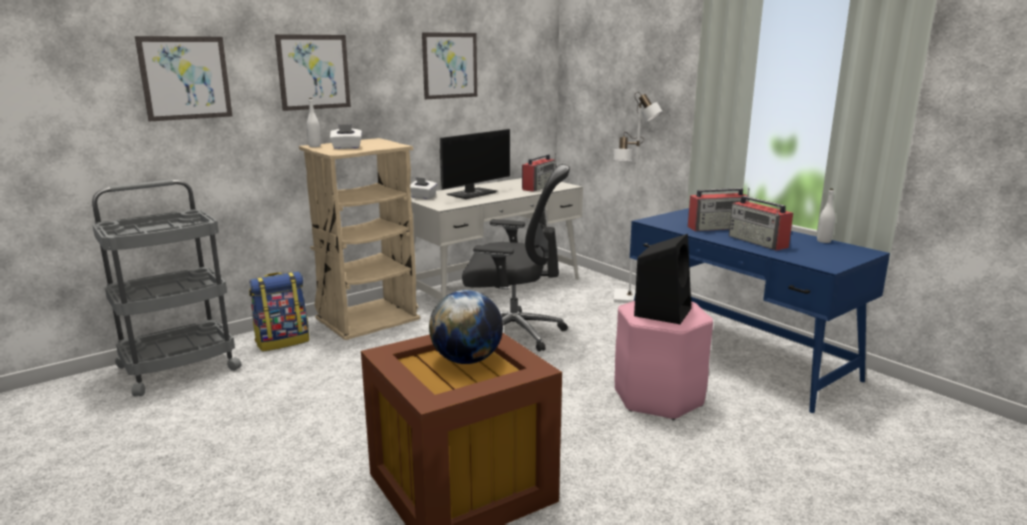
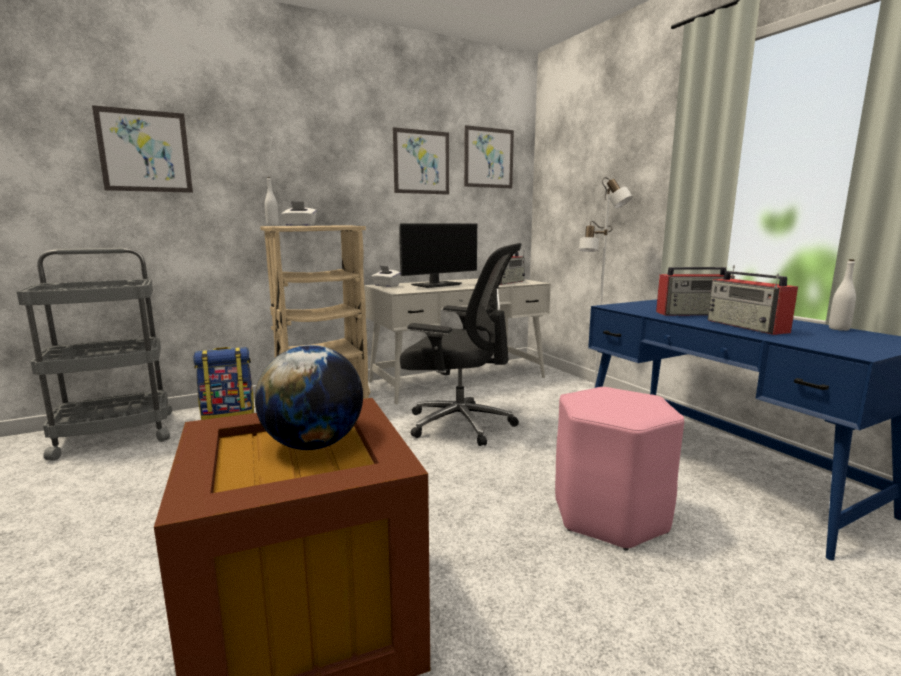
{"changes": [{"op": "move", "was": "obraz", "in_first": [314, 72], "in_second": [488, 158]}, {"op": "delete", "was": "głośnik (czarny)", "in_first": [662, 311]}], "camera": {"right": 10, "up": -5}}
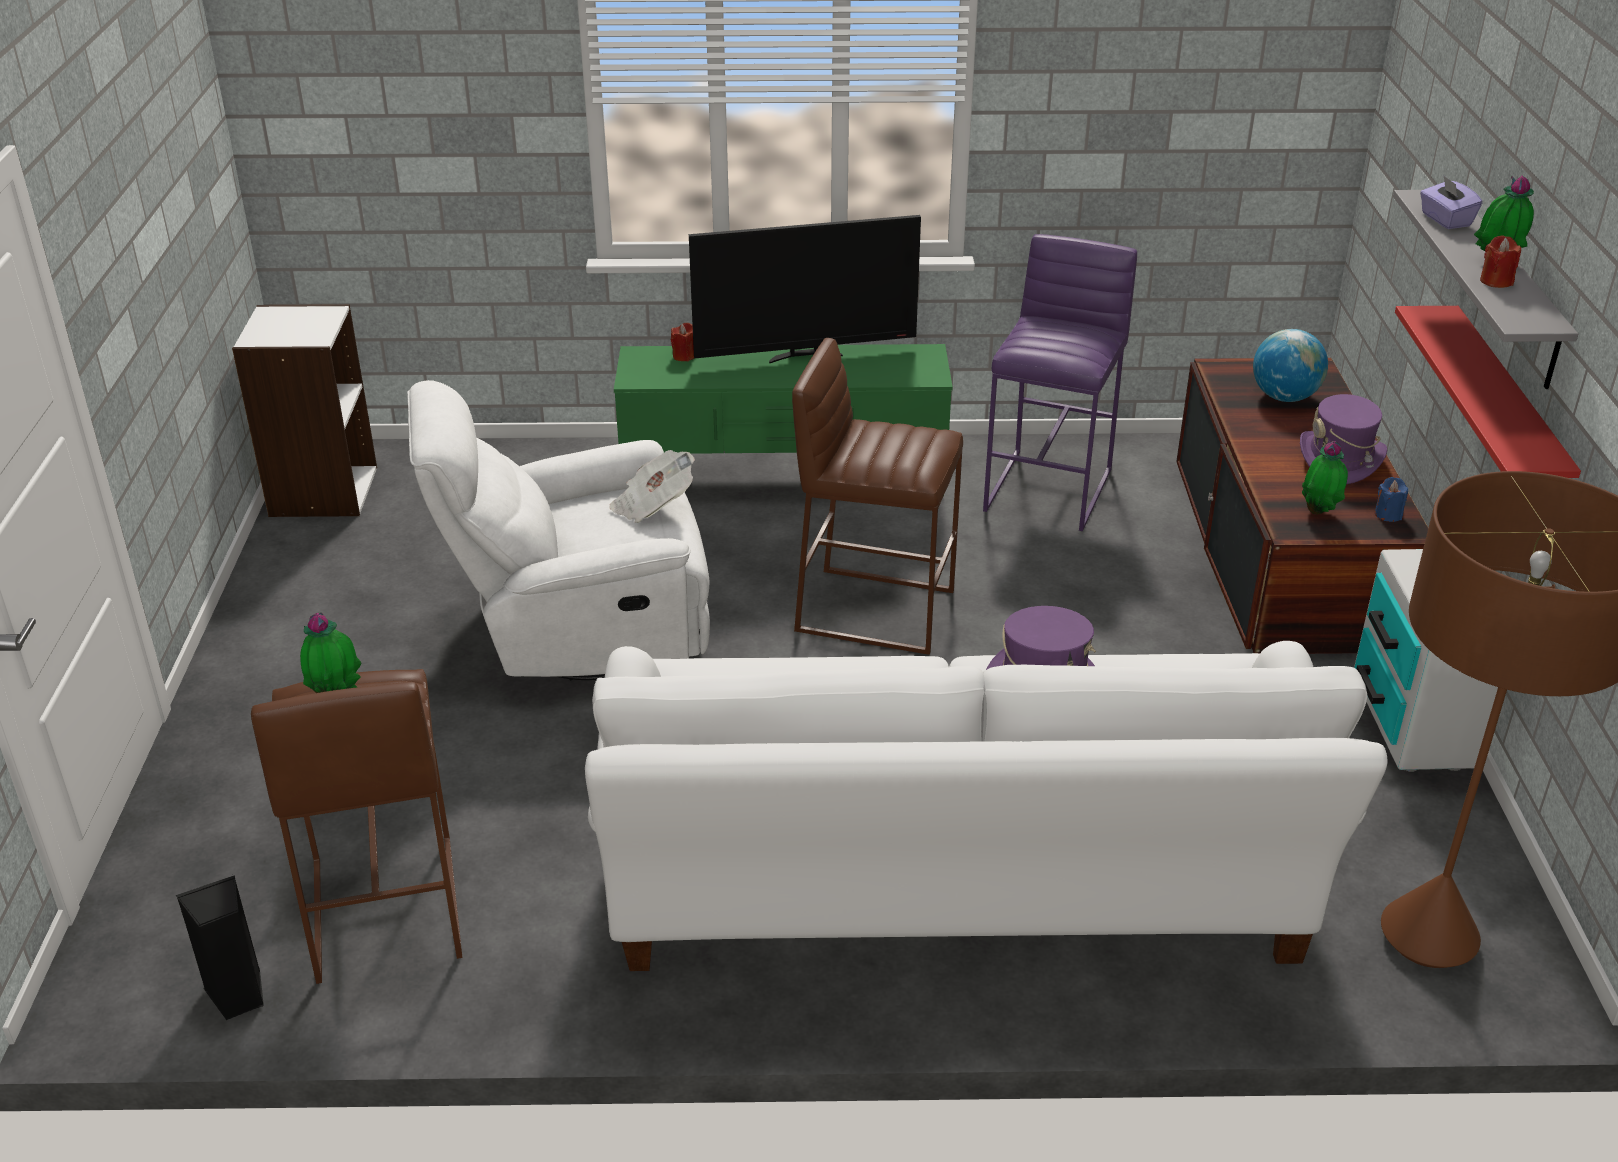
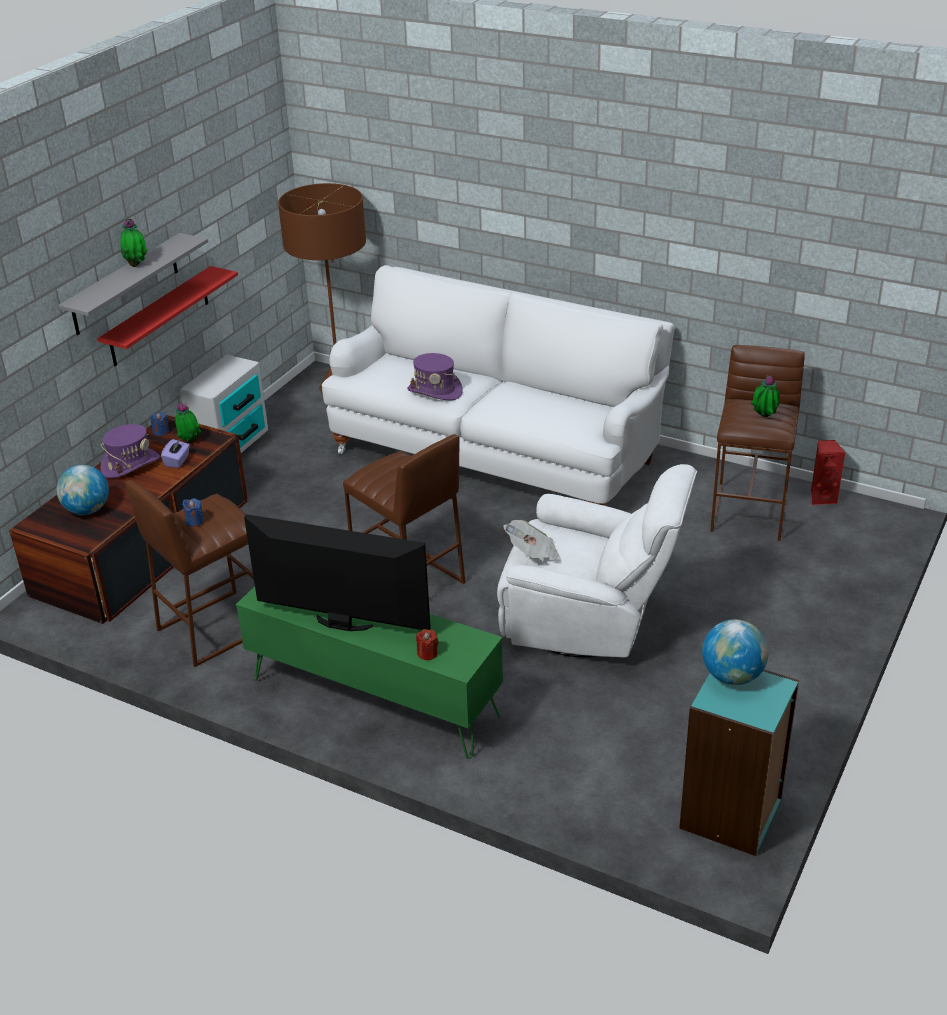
{"changes": [{"op": "recolor", "was": "stołek (fioletowy)", "now": "stołek (brązowy)", "in_first": [1050, 489], "in_second": [214, 628]}, {"op": "move", "was": "pudełko chusteczek (fioletowy)", "in_first": [1445, 220], "in_second": [177, 461]}, {"op": "insert", "now": "świeca (niebieski)", "in_second": [195, 521]}, {"op": "recolor", "was": "regał (biały)", "now": "regał (turkusowy)", "in_first": [322, 491], "in_second": [732, 814]}, {"op": "insert", "now": "globus", "in_second": [732, 676]}, {"op": "recolor", "was": "głośnik (czarny)", "now": "głośnik (czerwony)", "in_first": [237, 995], "in_second": [822, 498]}, {"op": "delete", "was": "świeca (czerwony)", "in_first": [1496, 281]}], "camera": {"right": -150, "up": 0}}
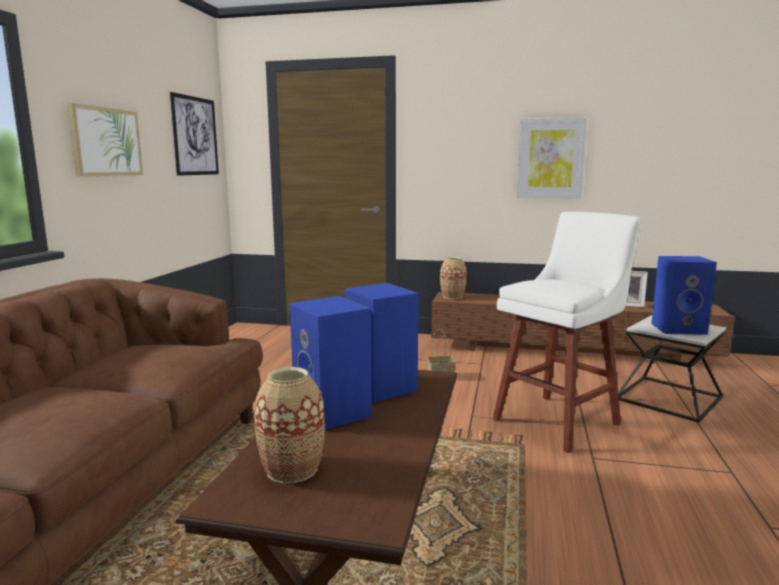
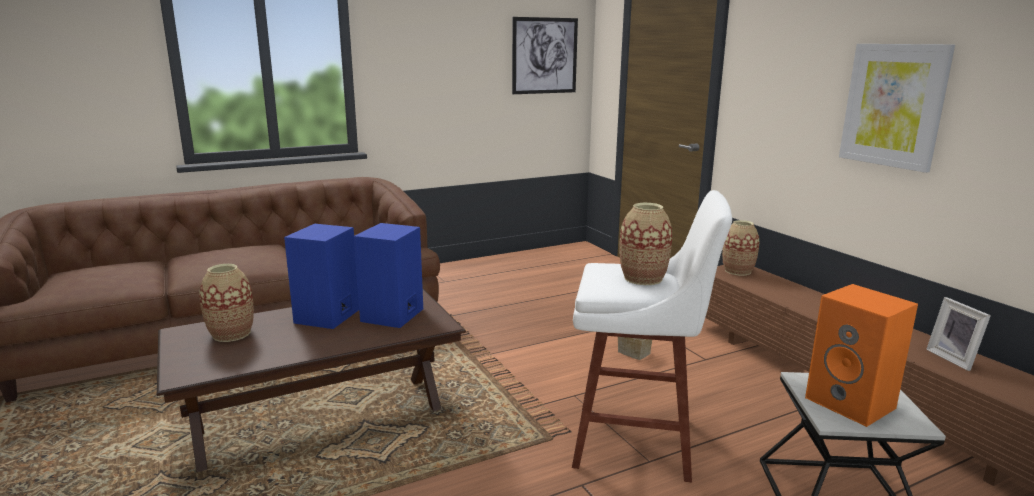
{"changes": [{"op": "insert", "now": "wazon", "in_second": [643, 278]}, {"op": "recolor", "was": "głośnik (niebieski)", "now": "głośnik (pomarańczowy)", "in_first": [679, 328], "in_second": [852, 403]}, {"op": "delete", "was": "obraz", "in_first": [106, 142]}], "camera": {"right": 50, "up": 5}}
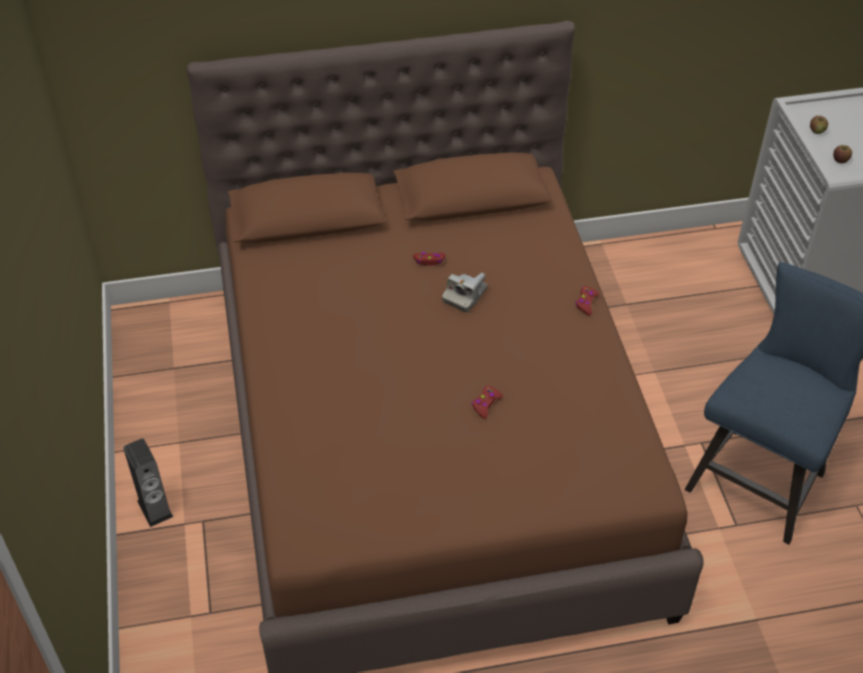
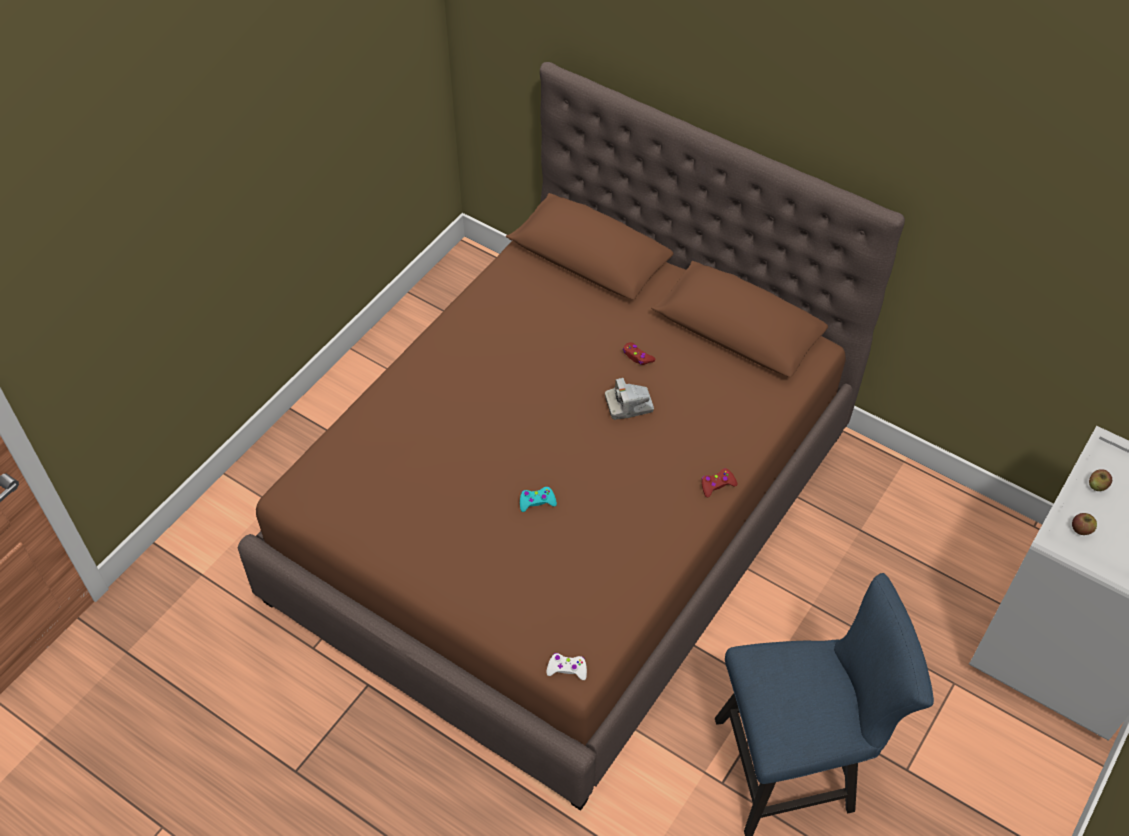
{"changes": [{"op": "recolor", "was": "pad do gier (czerwony)", "now": "pad do gier (turkusowy)", "in_first": [486, 404], "in_second": [537, 501]}, {"op": "insert", "now": "pad do gier (biały)", "in_second": [567, 669]}, {"op": "delete", "was": "głośnik", "in_first": [155, 508]}], "camera": {"right": 45, "up": 5}}
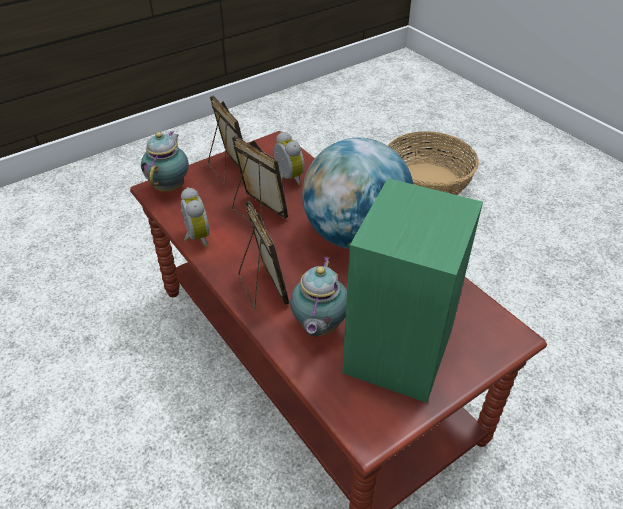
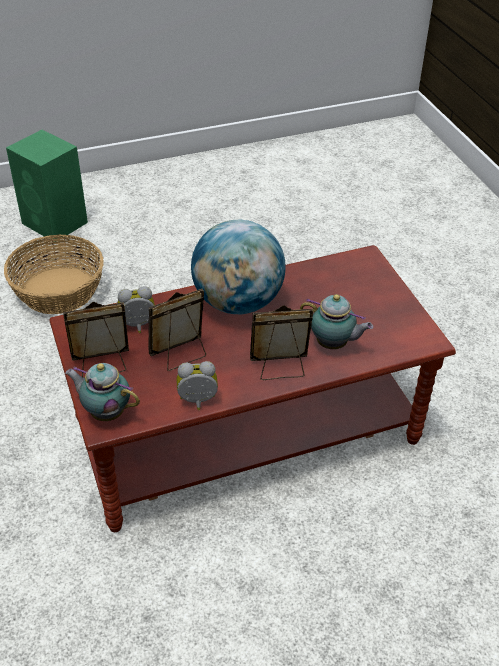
{"changes": [{"op": "move", "was": "głośnik (zielony)", "in_first": [397, 353], "in_second": [56, 223]}], "camera": {"right": -75, "up": 0}}
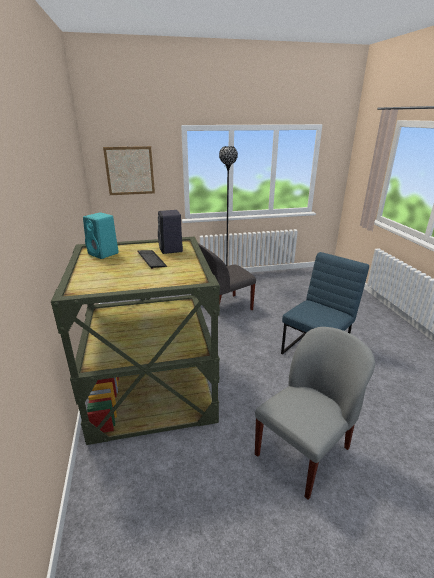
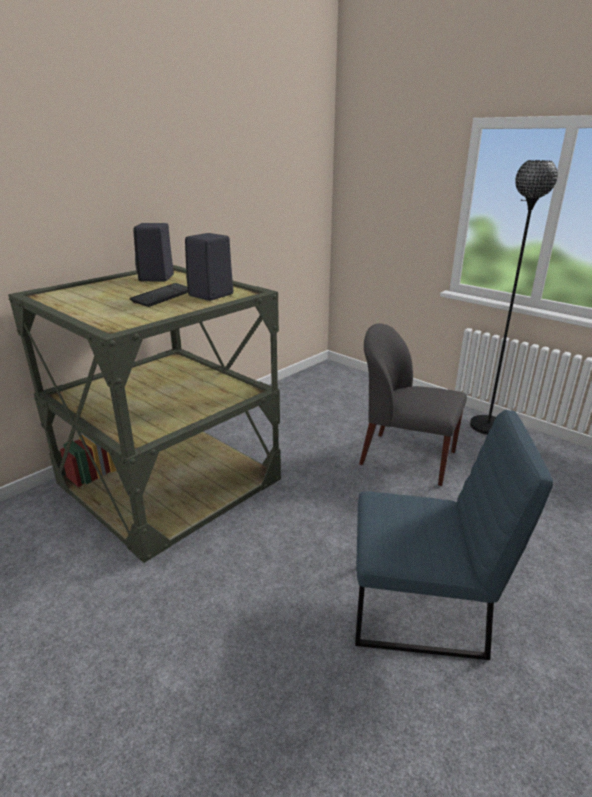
{"changes": [{"op": "recolor", "was": "głośnik (turkusowy)", "now": "głośnik (czarny)", "in_first": [104, 254], "in_second": [156, 278]}, {"op": "delete", "was": "obraz", "in_first": [130, 170]}, {"op": "delete", "was": "krzesło (szary)", "in_first": [304, 450]}], "camera": {"right": 55, "up": 0}}
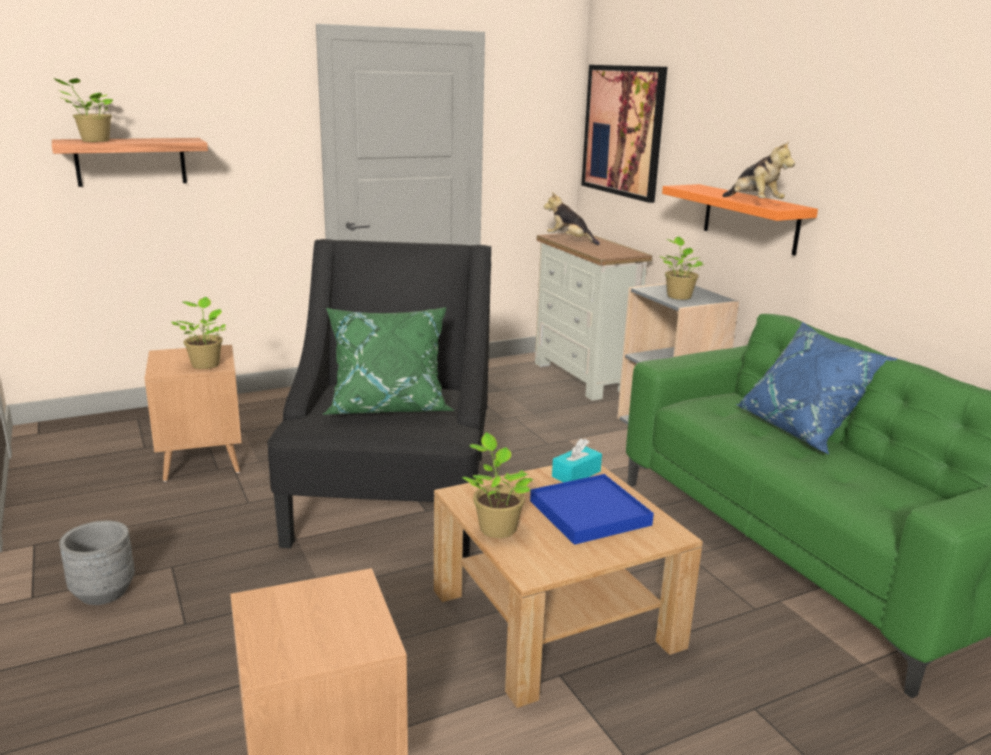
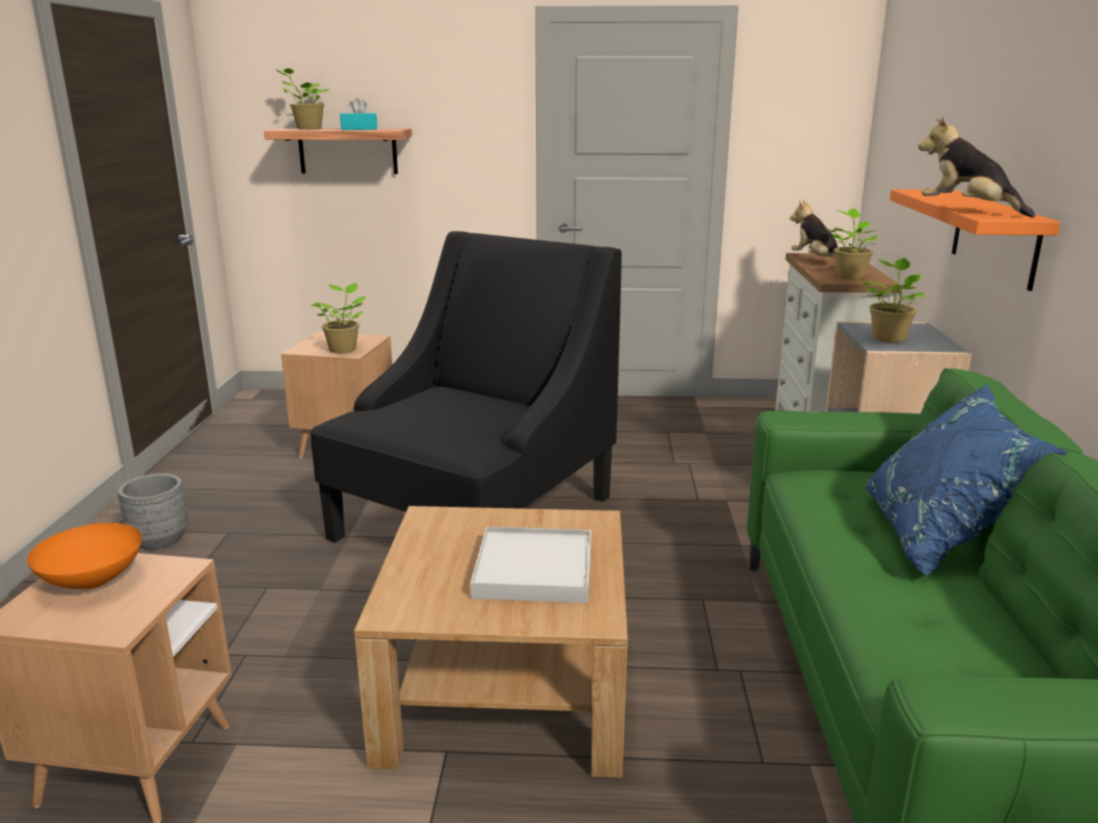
{"changes": [{"op": "insert", "now": "miska (pomarańczowy)", "in_second": [90, 581]}, {"op": "move", "was": "pudełko chusteczek (turkusowy)", "in_first": [576, 474], "in_second": [359, 129]}, {"op": "recolor", "was": "taca (niebieski)", "now": "taca (biały)", "in_first": [589, 513], "in_second": [534, 570]}, {"op": "move", "was": "roślina doniczkowa", "in_first": [496, 527], "in_second": [849, 276]}, {"op": "rotate", "was": "pluszak", "in_first": [753, 203], "in_second": [967, 211], "clockwise": 135}, {"op": "delete", "was": "poduszka (zielony)", "in_first": [388, 406]}, {"op": "delete", "was": "obraz", "in_first": [623, 131]}], "camera": {"right": 30, "up": 0}}
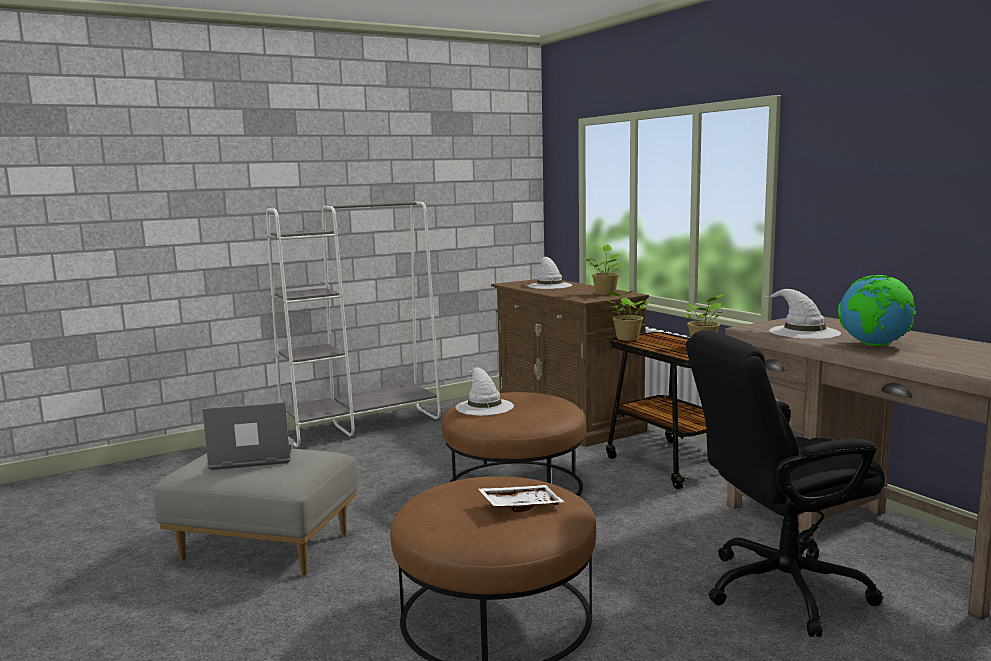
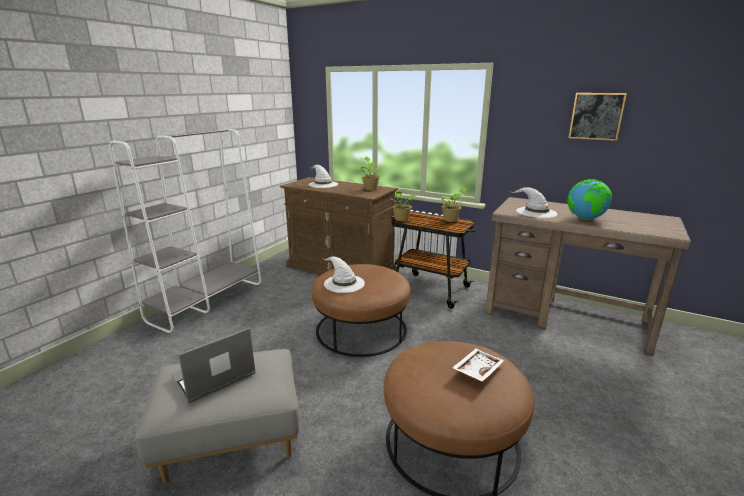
{"changes": [{"op": "insert", "now": "obraz", "in_second": [596, 116]}, {"op": "delete", "was": "krzesło biurowe (czarny)", "in_first": [778, 592]}], "camera": {"right": -30, "up": 10}}
